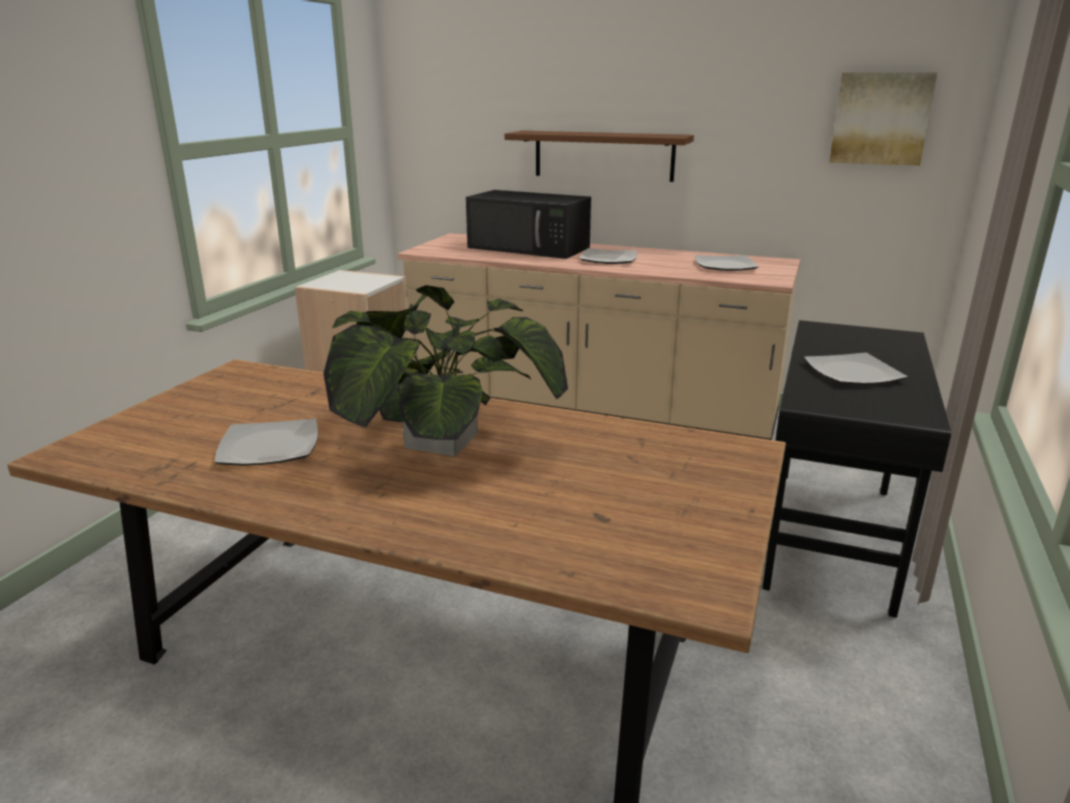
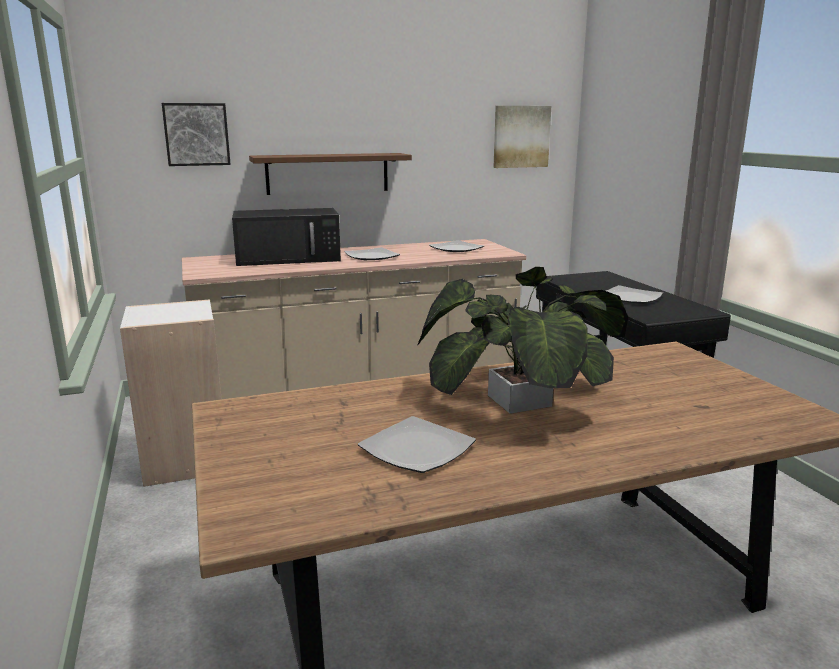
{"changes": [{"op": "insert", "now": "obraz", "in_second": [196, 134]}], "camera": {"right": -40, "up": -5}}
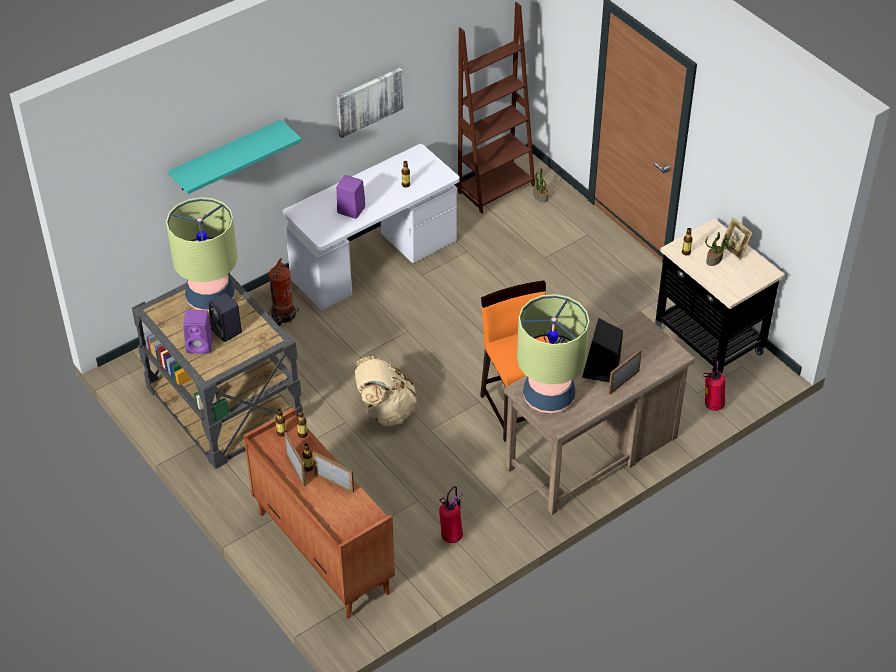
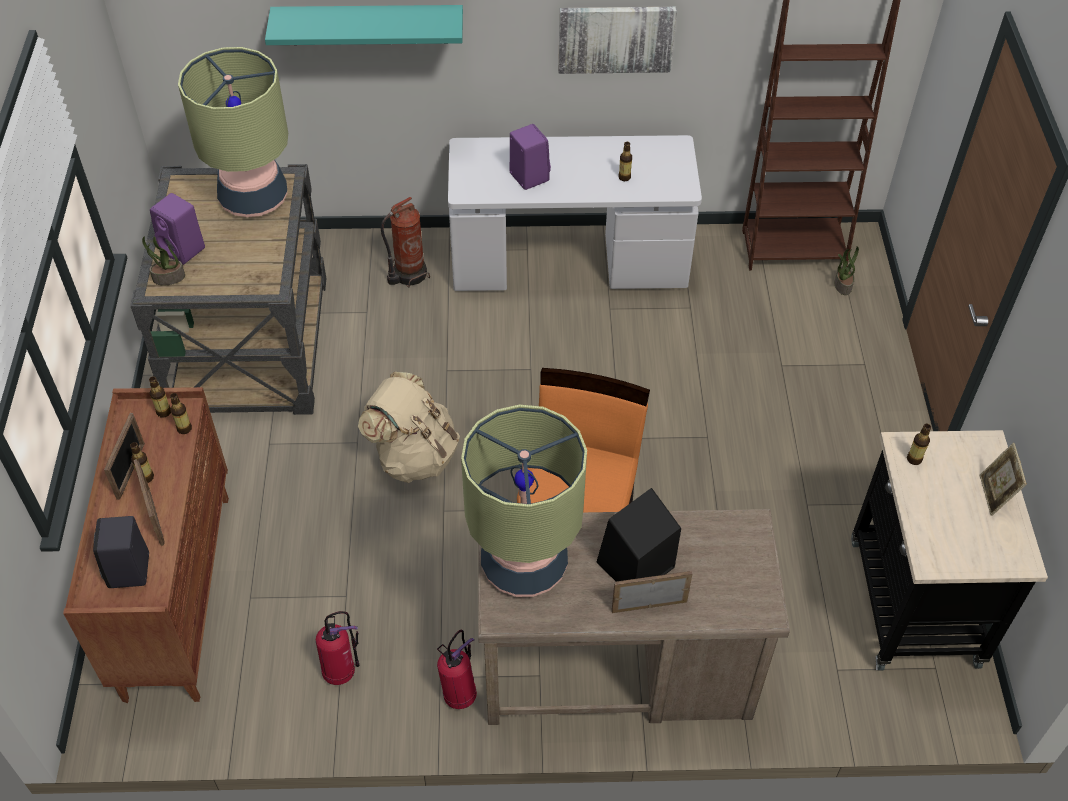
{"changes": [{"op": "move", "was": "głośnik (czarny)", "in_first": [227, 331], "in_second": [129, 571]}, {"op": "move", "was": "roślina doniczkowa", "in_first": [714, 260], "in_second": [168, 278]}, {"op": "move", "was": "gaśnica", "in_first": [712, 405], "in_second": [459, 694]}], "camera": {"right": 35, "up": 5}}
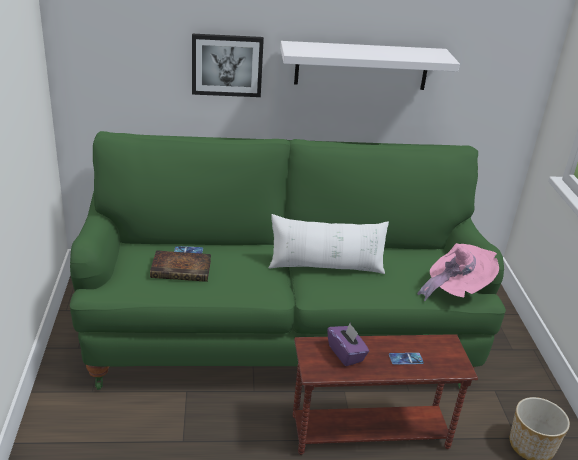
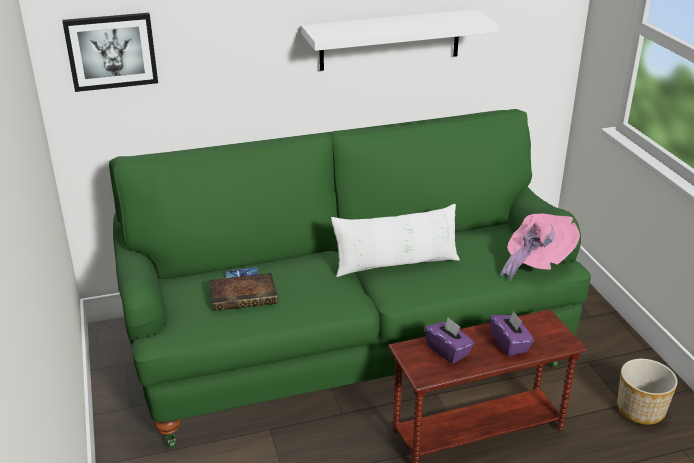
{"changes": [{"op": "move", "was": "obraz", "in_first": [227, 65], "in_second": [111, 51]}, {"op": "replace", "was": "telefon", "now": "pudełko chusteczek (fioletowy)", "in_first": [406, 359], "in_second": [509, 344]}], "camera": {"right": -10, "up": 0}}
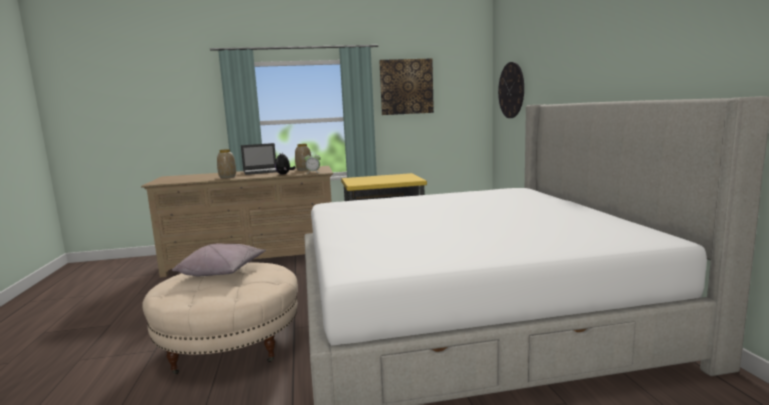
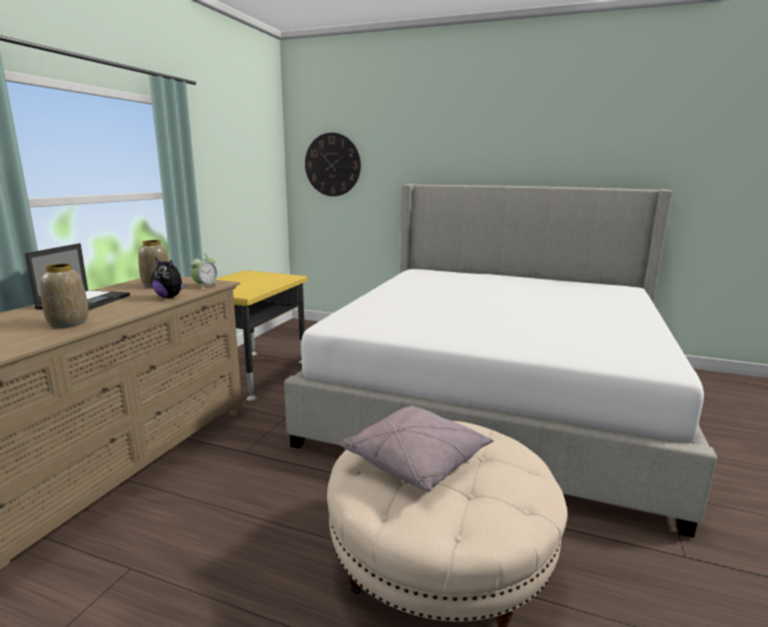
{"changes": [{"op": "delete", "was": "obraz", "in_first": [406, 87]}], "camera": {"right": -60, "up": 5}}
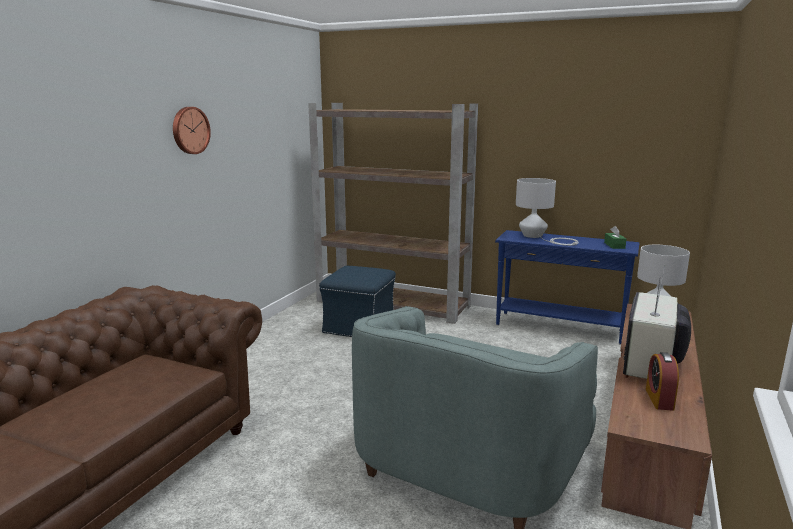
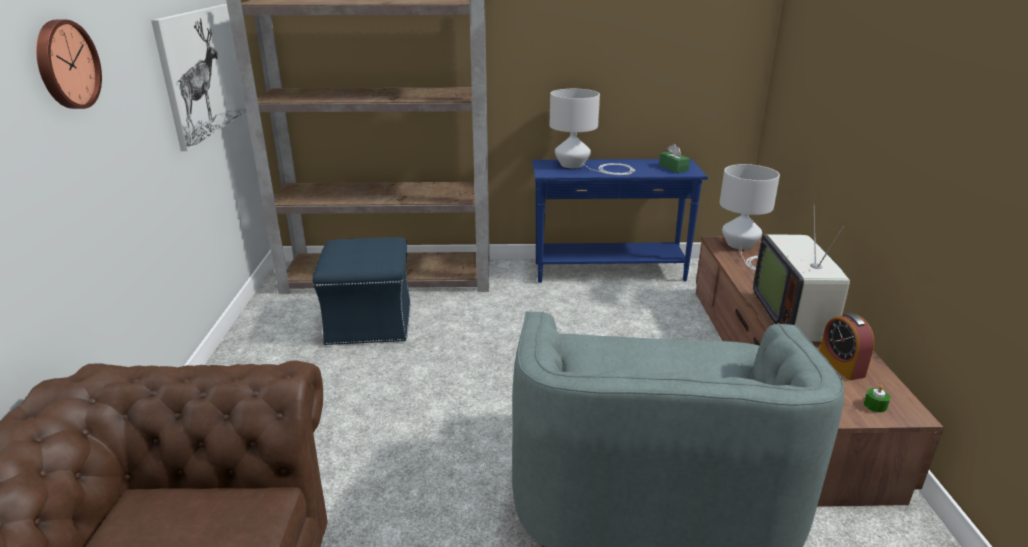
{"changes": [{"op": "insert", "now": "obraz", "in_second": [203, 72]}, {"op": "insert", "now": "świeca (zielony)", "in_second": [875, 405]}], "camera": {"right": -25, "up": 10}}
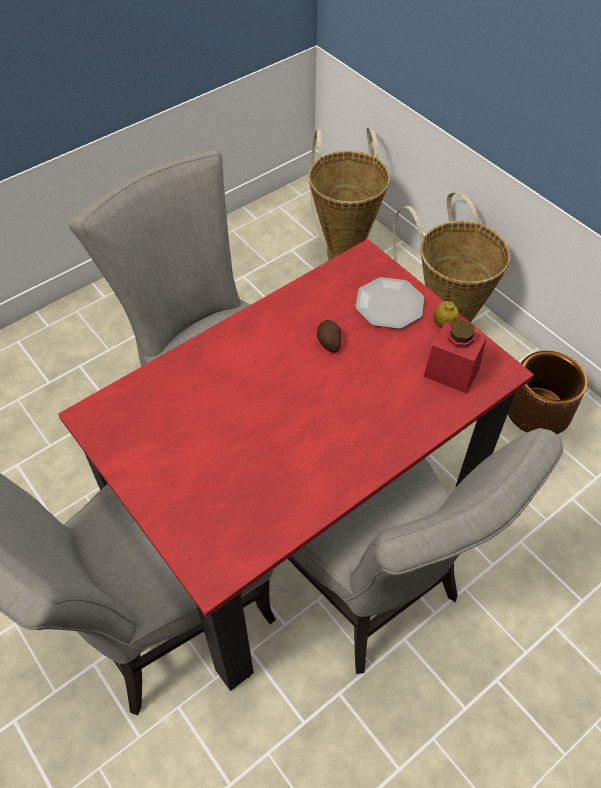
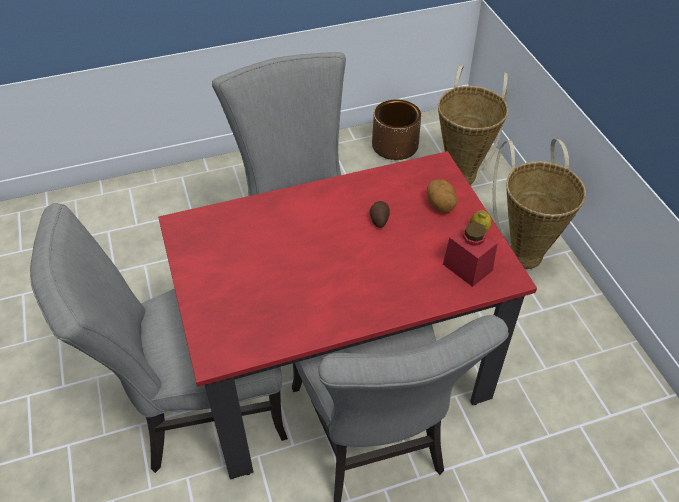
{"changes": [{"op": "move", "was": "donica (brązowy)", "in_first": [538, 411], "in_second": [395, 146]}, {"op": "replace", "was": "talerz", "now": "ziemniak", "in_first": [389, 305], "in_second": [440, 205]}], "camera": {"right": 20, "up": -5}}
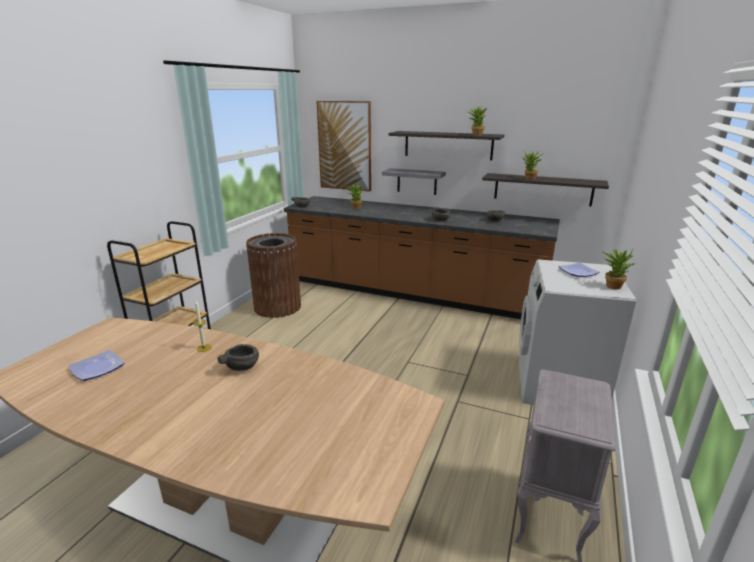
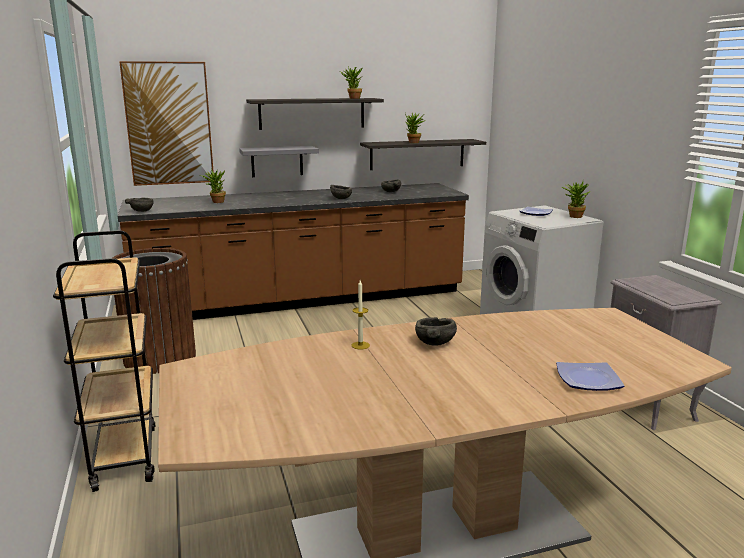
{"changes": [{"op": "move", "was": "talerz", "in_first": [99, 368], "in_second": [589, 379]}], "camera": {"right": -40, "up": -5}}
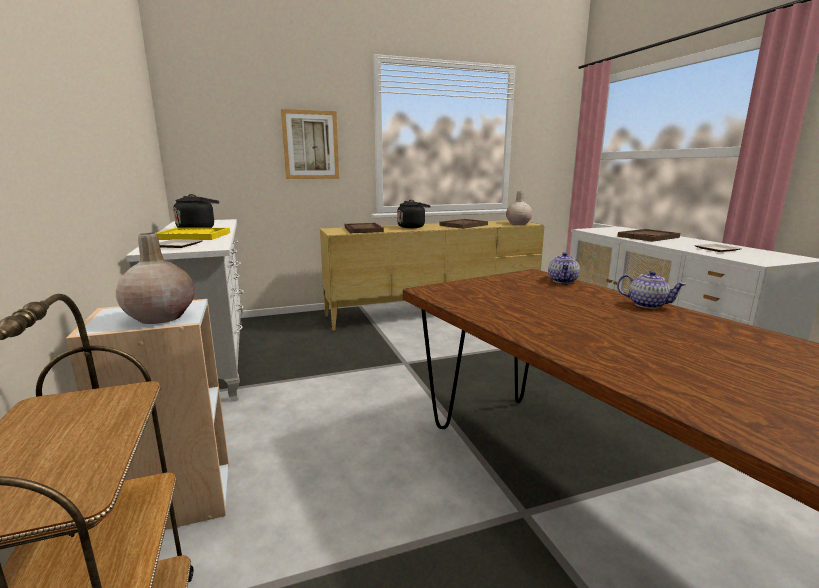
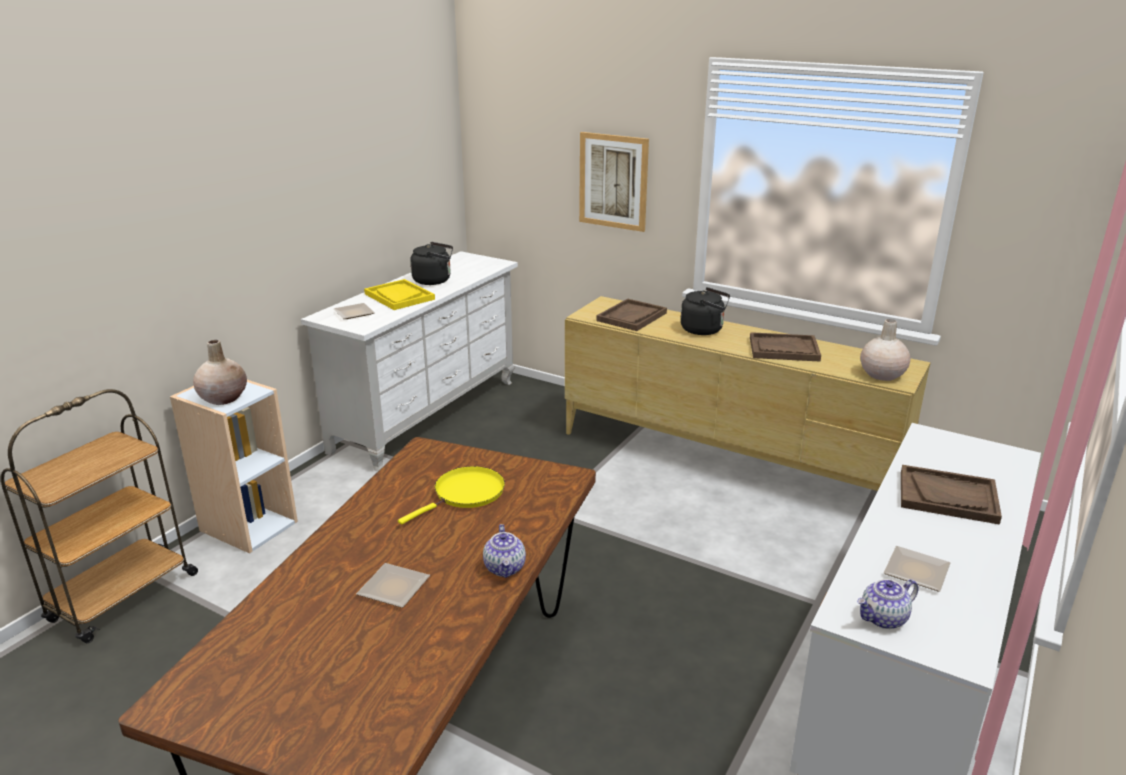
{"changes": [{"op": "insert", "now": "talerz", "in_second": [396, 587]}, {"op": "insert", "now": "patelnia (żółty)", "in_second": [466, 494]}, {"op": "move", "was": "imbryk", "in_first": [563, 281], "in_second": [883, 619]}], "camera": {"right": 50, "up": 10}}
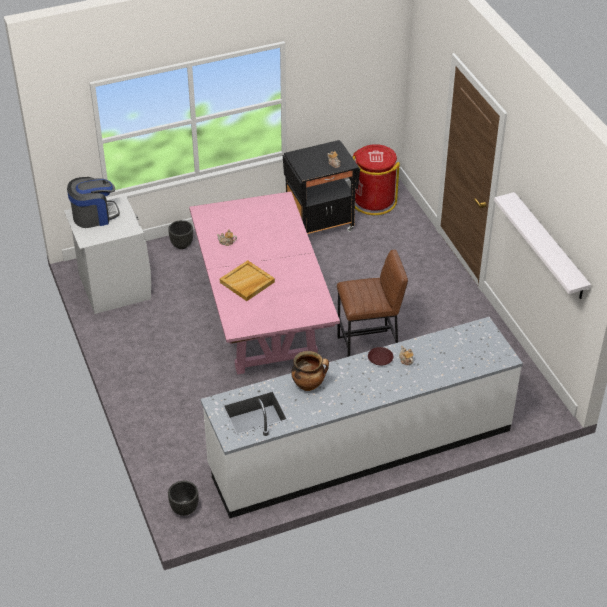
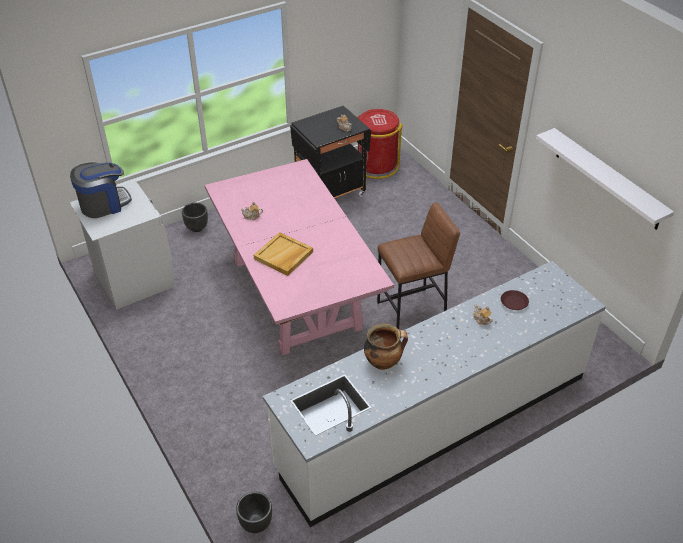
{"changes": [{"op": "move", "was": "talerz (brązowy)", "in_first": [380, 358], "in_second": [514, 302]}], "camera": {"right": -10, "up": 0}}
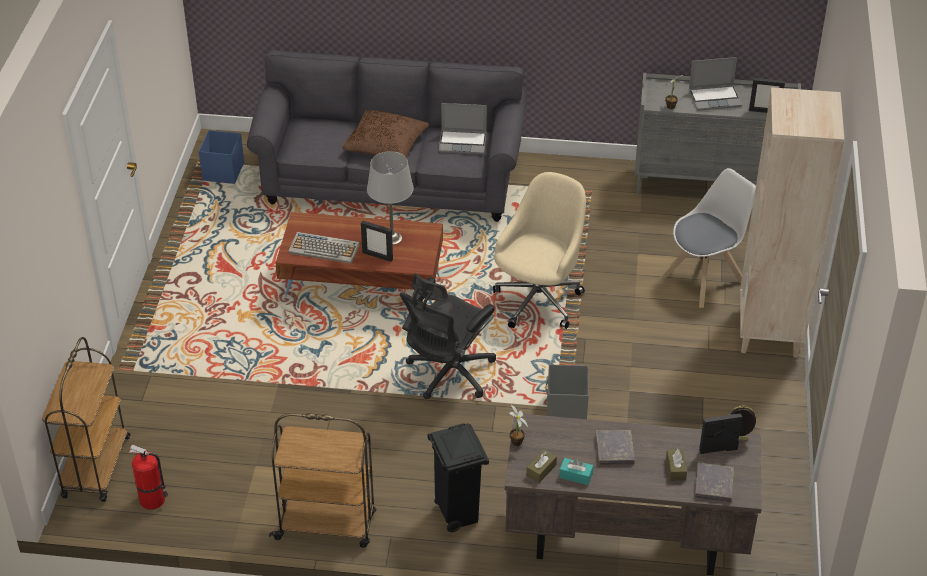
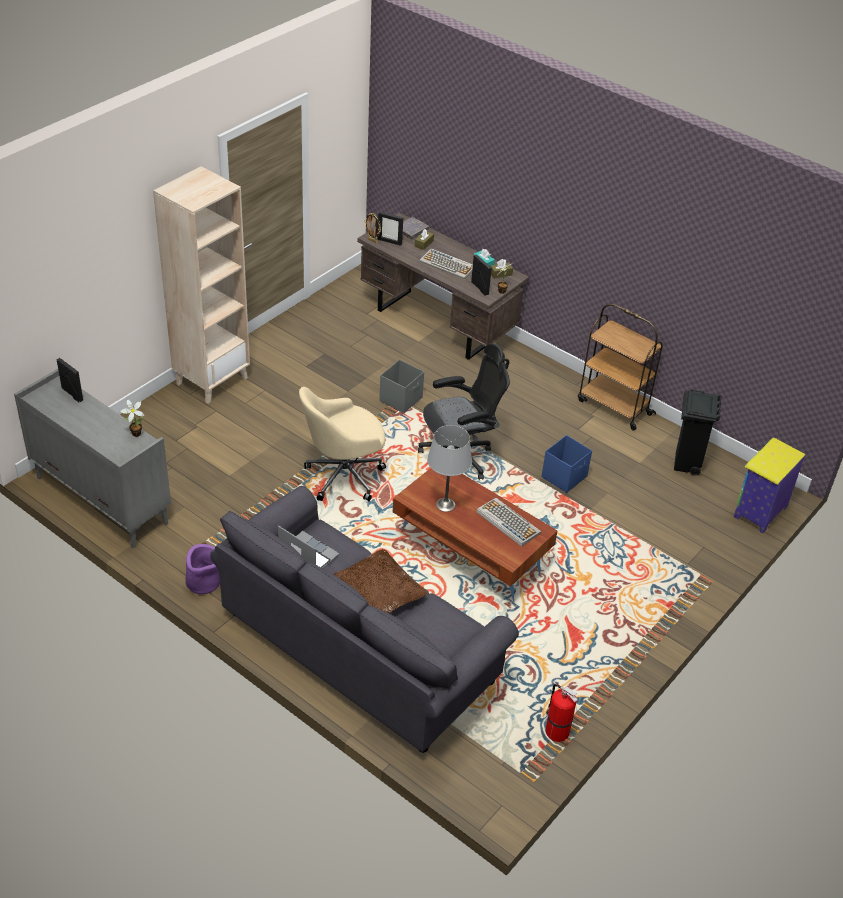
{"changes": [{"op": "insert", "now": "donica (fioletowy)", "in_second": [204, 583]}, {"op": "replace", "was": "książka (szary)", "now": "klawiatura", "in_first": [614, 450], "in_second": [448, 265]}, {"op": "move", "was": "ramka na zdjęcie", "in_first": [378, 255], "in_second": [479, 288]}, {"op": "move", "was": "pojemnik do przechowywania (niebieski)", "in_first": [223, 172], "in_second": [565, 477]}, {"op": "move", "was": "gaśnica", "in_first": [153, 500], "in_second": [556, 730]}, {"op": "move", "was": "kosz na śmieci (czarny)", "in_first": [457, 514], "in_second": [686, 464]}, {"op": "replace", "was": "wózek (brązowy)", "now": "szafka nocna", "in_first": [95, 469], "in_second": [758, 512]}, {"op": "delete", "was": "krzesło", "in_first": [705, 278]}, {"op": "delete", "was": "laptop", "in_first": [715, 98]}], "camera": {"right": -150, "up": 0}}
